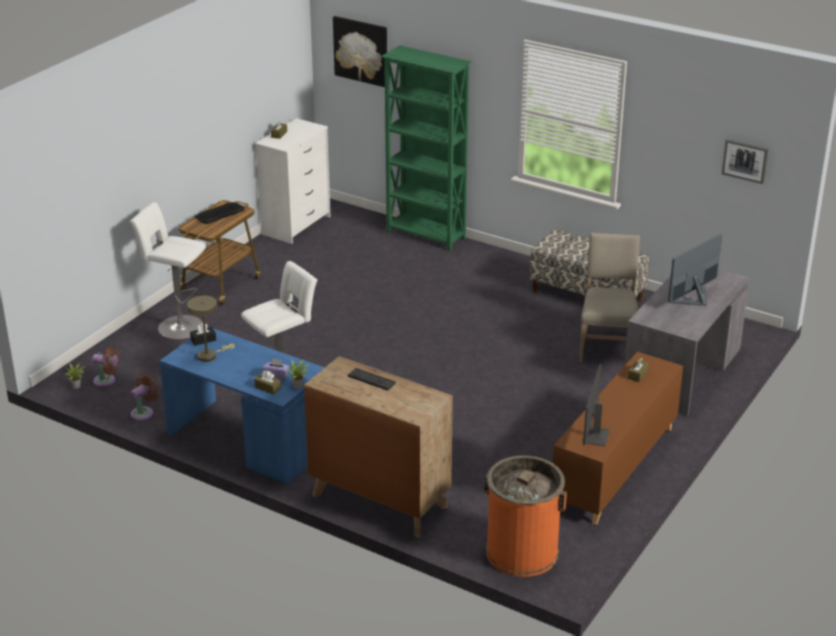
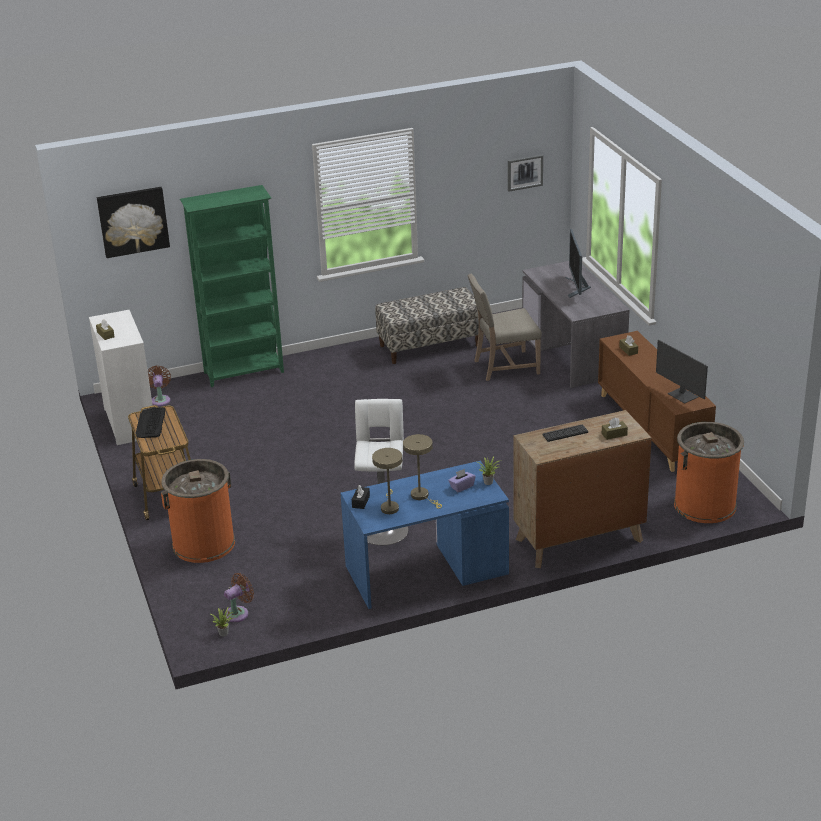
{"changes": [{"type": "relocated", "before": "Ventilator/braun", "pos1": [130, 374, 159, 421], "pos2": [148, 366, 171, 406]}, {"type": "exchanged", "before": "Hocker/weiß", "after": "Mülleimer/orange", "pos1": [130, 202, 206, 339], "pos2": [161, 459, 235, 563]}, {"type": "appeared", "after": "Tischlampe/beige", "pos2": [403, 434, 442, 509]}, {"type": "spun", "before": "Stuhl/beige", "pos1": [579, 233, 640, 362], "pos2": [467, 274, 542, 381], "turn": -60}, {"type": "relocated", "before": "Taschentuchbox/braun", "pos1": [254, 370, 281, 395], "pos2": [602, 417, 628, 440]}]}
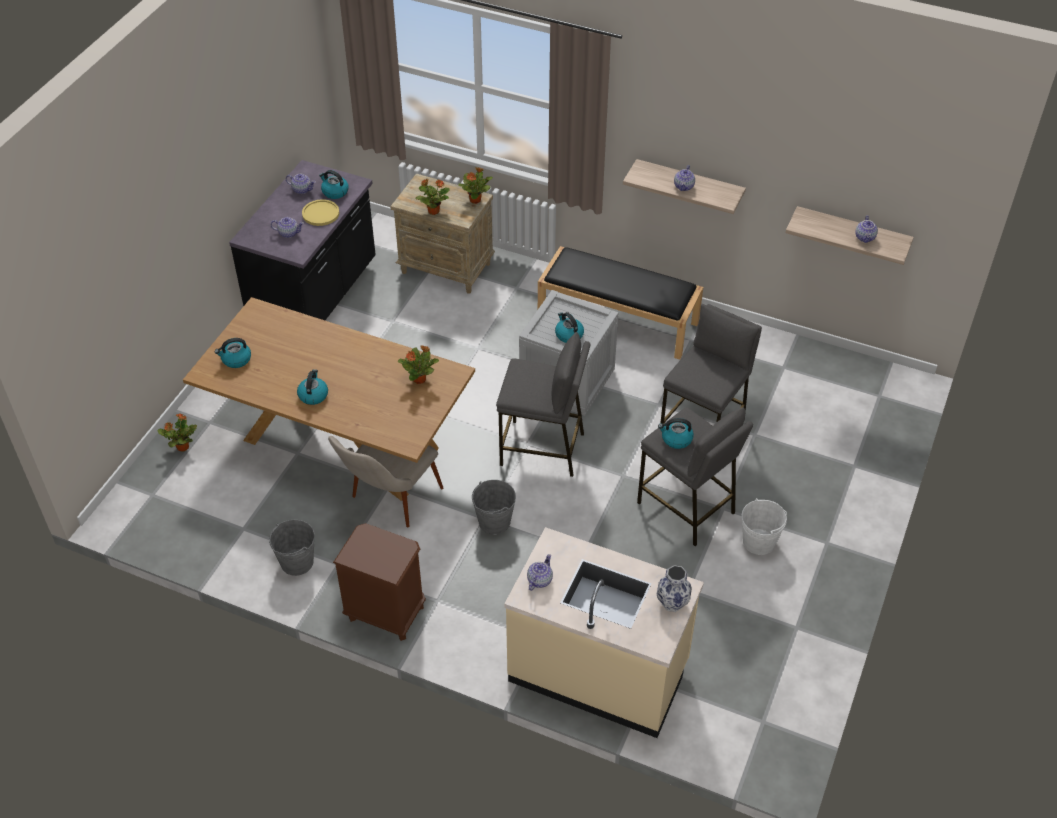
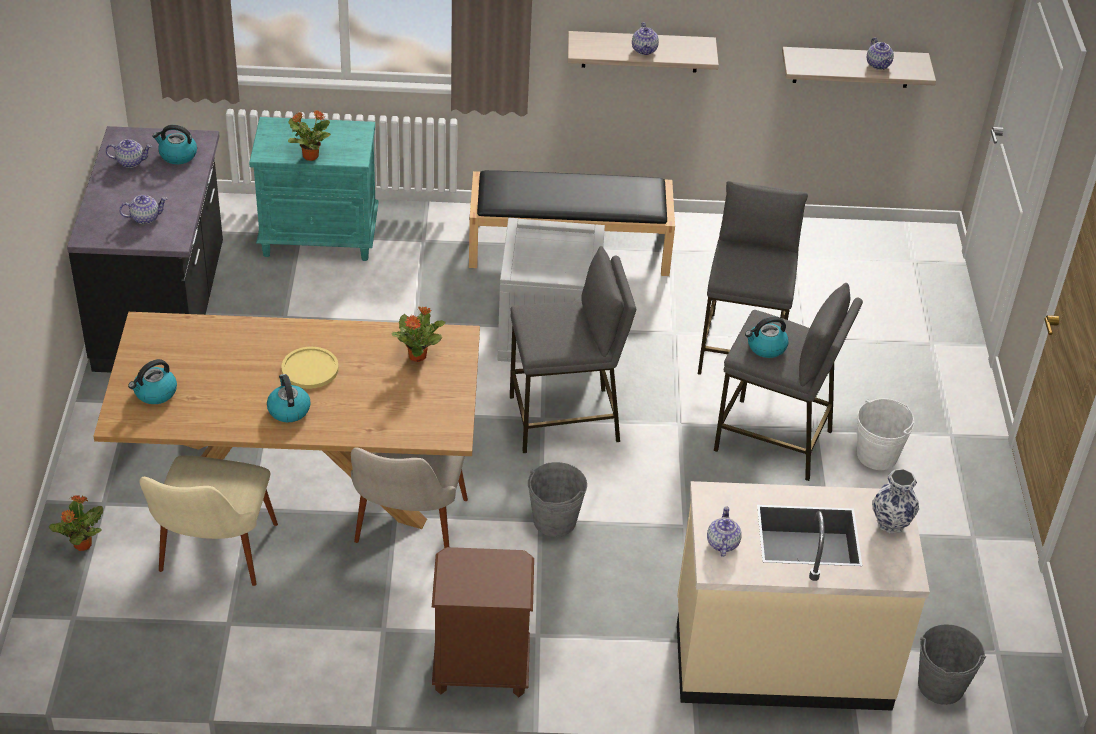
{"changes": [{"type": "appeared", "after": "Stuhl/beige", "pos2": [139, 456, 278, 586]}, {"type": "colour", "before": "Nachttisch/beige", "after": "Nachttisch/türkis", "pos1": [390, 174, 495, 293], "pos2": [249, 117, 379, 261]}, {"type": "relocated", "before": "Teller/gelb", "pos1": [302, 199, 340, 226], "pos2": [281, 347, 339, 389]}, {"type": "relocated", "before": "Eimer/grau", "pos1": [269, 520, 315, 576], "pos2": [918, 624, 986, 705]}, {"type": "missing", "before": "Topfpflanze", "pos1": [458, 167, 493, 204]}, {"type": "missing", "before": "Wasserkessel", "pos1": [555, 312, 584, 343]}]}
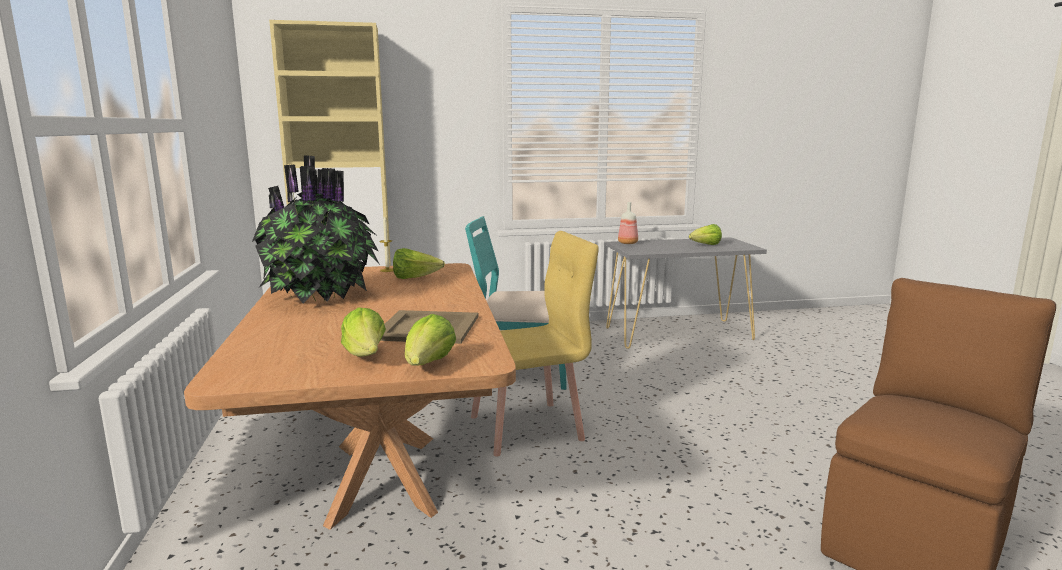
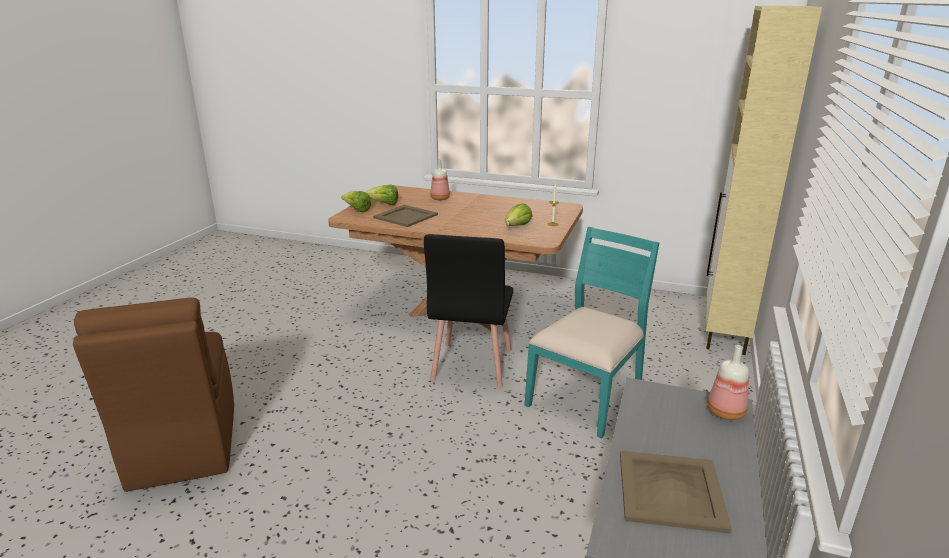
{"changes": [{"type": "colour", "before": "Stuhl/gelb", "after": "Stuhl/schwarz", "pos1": [471, 231, 599, 457], "pos2": [424, 234, 513, 388]}, {"type": "appeared", "after": "Flasche", "pos2": [430, 159, 450, 200]}, {"type": "exchanged", "before": "Salatkopf", "after": "Tablett/beige", "pos1": [689, 224, 722, 245], "pos2": [620, 451, 732, 534]}, {"type": "missing", "before": "Topfpflanze", "pos1": [252, 155, 379, 303]}]}
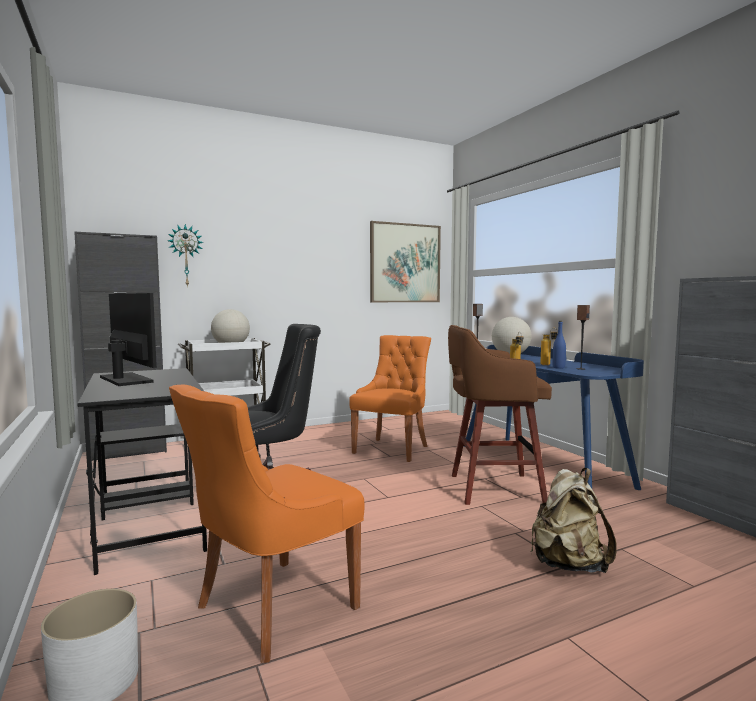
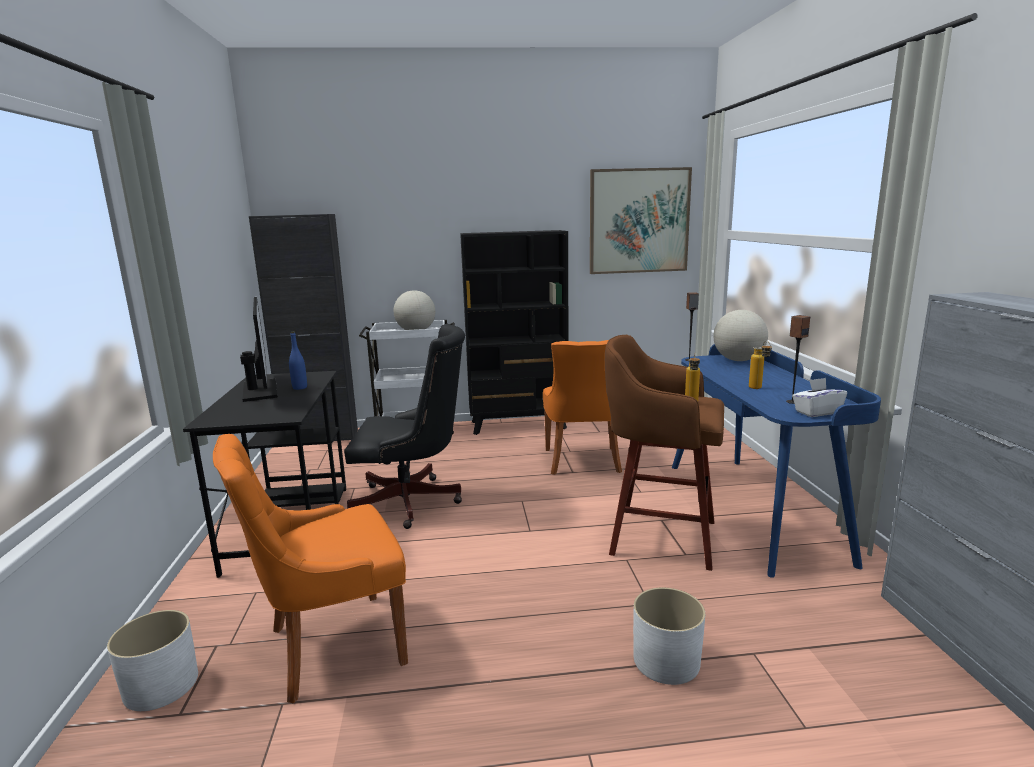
{"changes": [{"type": "relocated", "before": "Flasche/blau", "pos1": [553, 321, 566, 369], "pos2": [289, 331, 307, 390]}, {"type": "appeared", "after": "Bücherregal/schwarz", "pos2": [460, 230, 568, 435]}, {"type": "spun", "before": "Stuhl/orange", "pos1": [349, 335, 431, 462], "pos2": [543, 340, 622, 475], "turn": 135}, {"type": "exchanged", "before": "Rucksack/beige", "after": "Pflanzkübel/weiß", "pos1": [531, 468, 617, 573], "pos2": [633, 588, 705, 685]}, {"type": "appeared", "after": "Taschentuchbox/weiß", "pos2": [792, 378, 847, 417]}, {"type": "missing", "before": "Wanduhr", "pos1": [168, 224, 204, 287]}]}
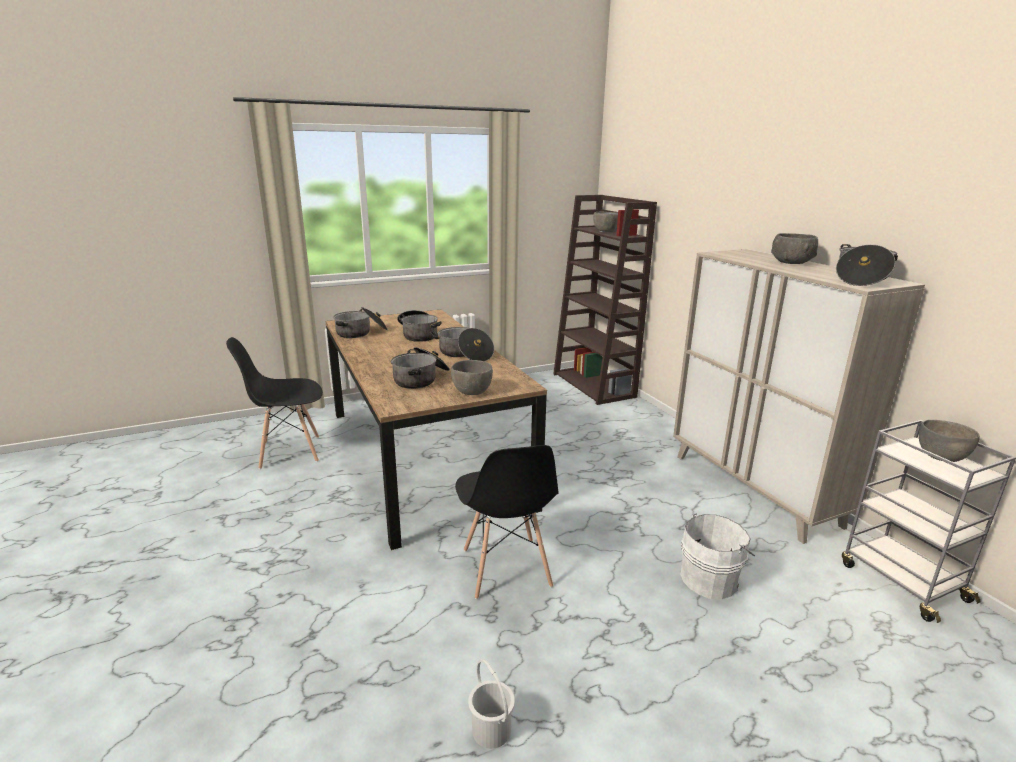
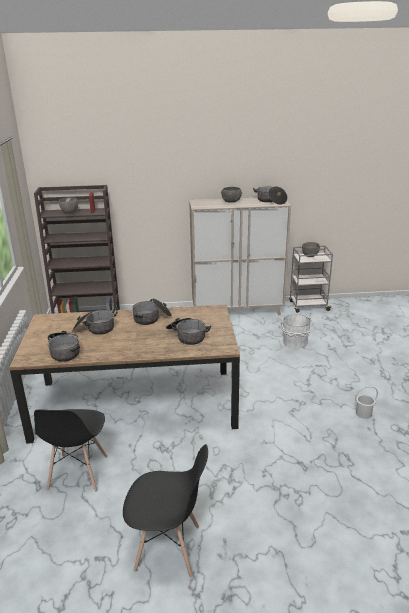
{"changes": [{"type": "relocated", "before": "Stuhl/schwarz", "pos1": [455, 445, 559, 599], "pos2": [123, 444, 208, 578]}, {"type": "missing", "before": "Schüssel/grau", "pos1": [451, 360, 493, 395]}]}
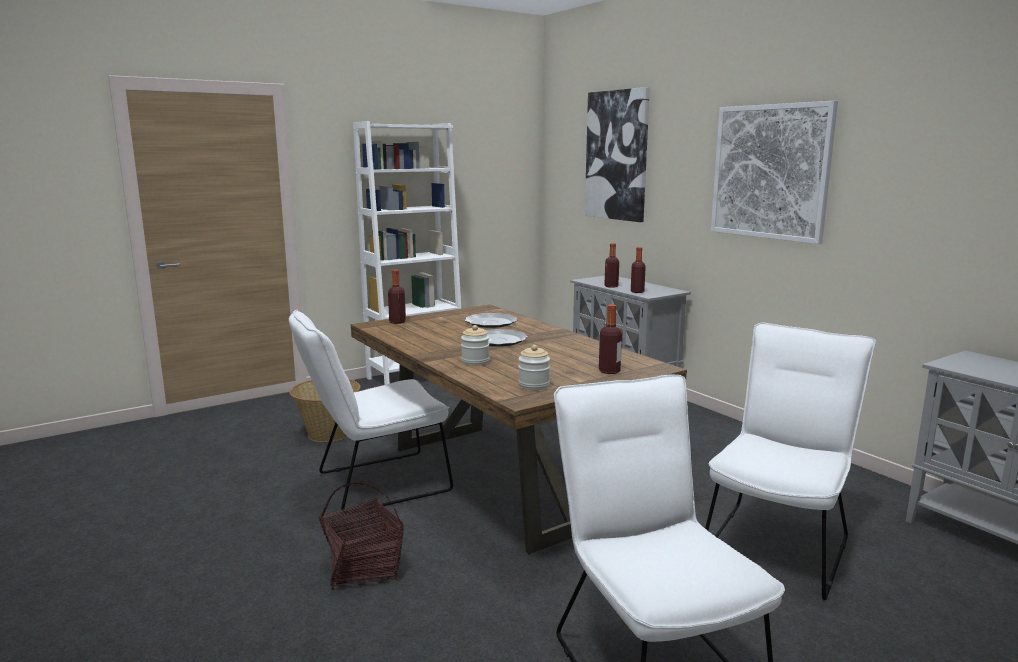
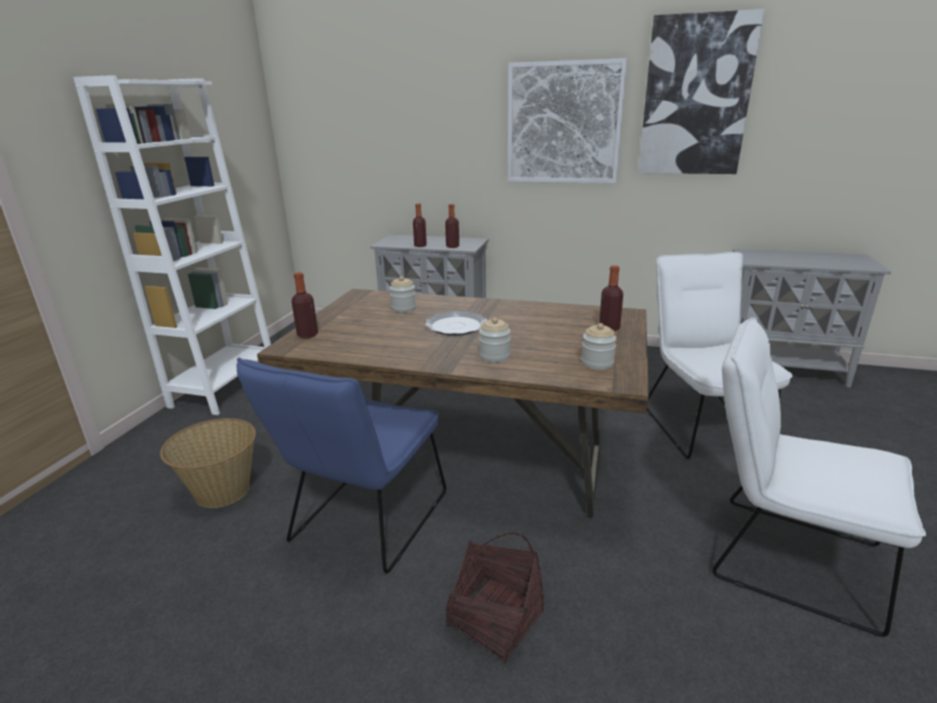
{"changes": [{"type": "colour", "before": "Stuhl/weiß", "after": "Stuhl/blau", "pos1": [289, 310, 453, 514], "pos2": [236, 358, 446, 574]}, {"type": "exchanged", "before": "Teller", "after": "Vorratsglas", "pos1": [465, 313, 517, 328], "pos2": [390, 276, 416, 313]}, {"type": "relocated", "before": "Bild", "pos1": [585, 87, 650, 222], "pos2": [638, 9, 765, 174]}]}
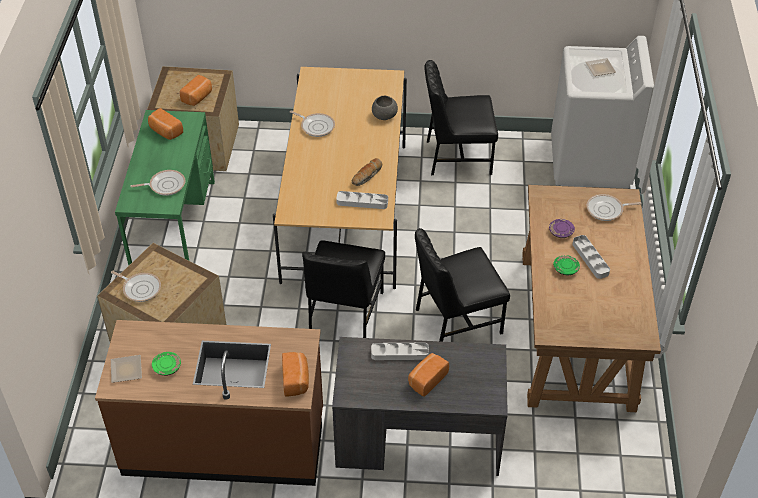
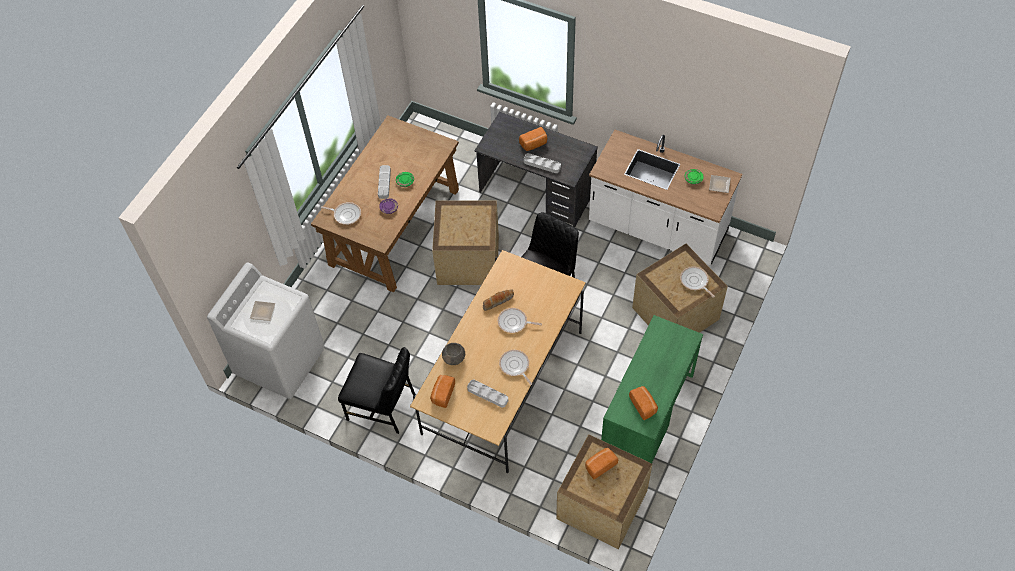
{"changes": [{"type": "relocated", "before": "Brot", "pos1": [282, 352, 309, 396], "pos2": [430, 375, 455, 408]}, {"type": "exchanged", "before": "Stuhl/schwarz", "after": "Kiste", "pos1": [415, 228, 510, 342], "pos2": [432, 200, 499, 285]}, {"type": "relocated", "before": "Tablett/grau", "pos1": [336, 191, 388, 209], "pos2": [467, 379, 508, 408]}, {"type": "relocated", "before": "Pfanne", "pos1": [130, 170, 185, 196], "pos2": [498, 308, 542, 333]}, {"type": "colour", "before": "Küchenzeile/braun", "after": "Küchenzeile/weiß", "pos1": [95, 320, 323, 486], "pos2": [589, 130, 742, 265]}]}
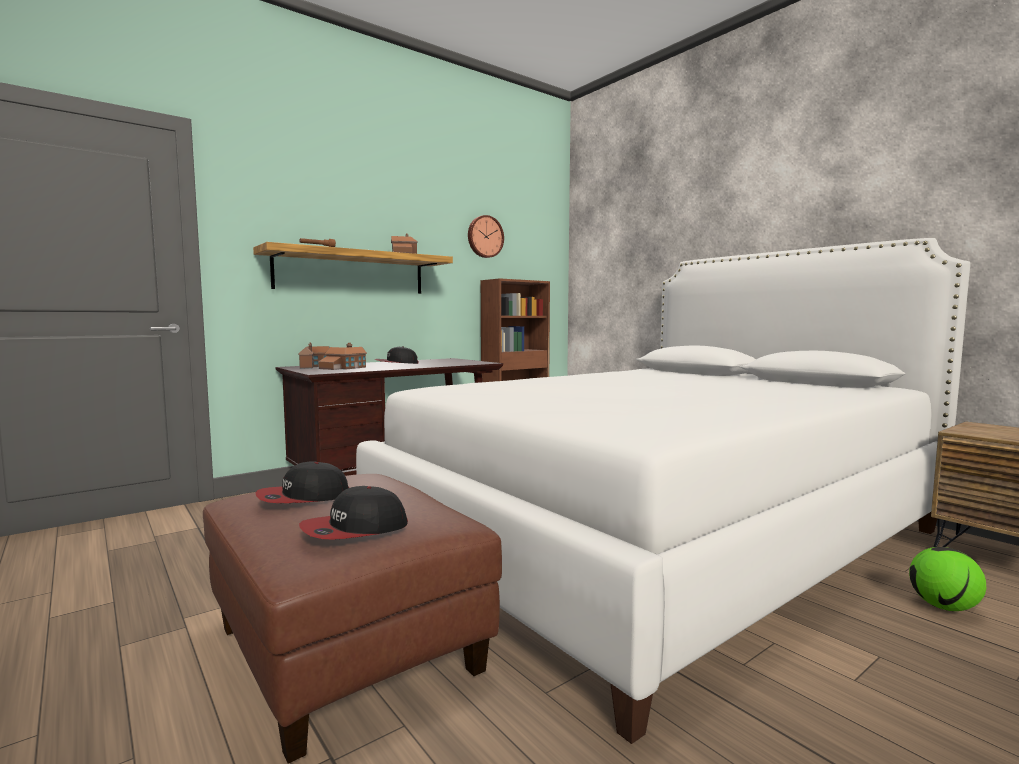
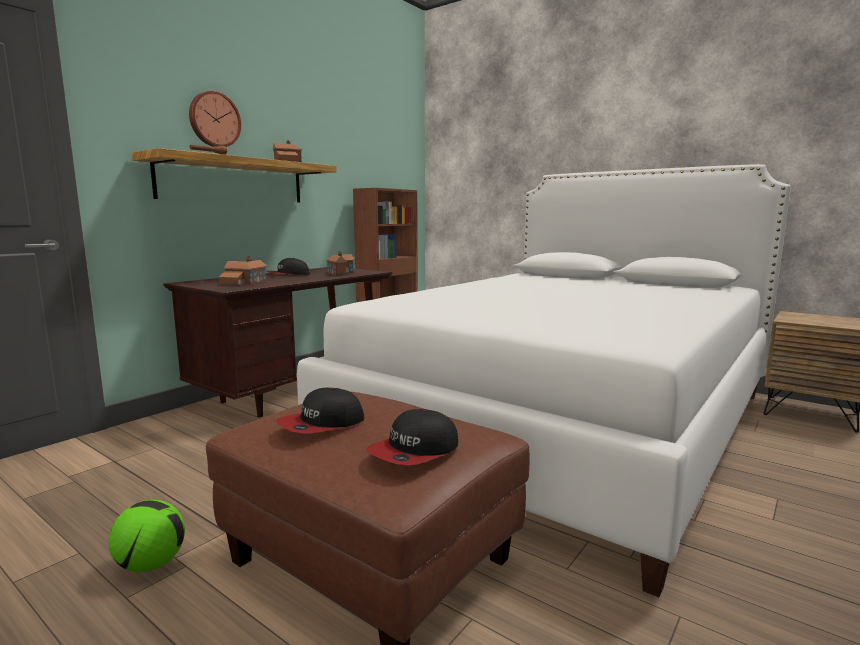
{"changes": [{"type": "relocated", "before": "Fußball", "pos1": [909, 547, 986, 611], "pos2": [108, 500, 185, 572]}, {"type": "relocated", "before": "Wanduhr", "pos1": [468, 215, 504, 258], "pos2": [189, 91, 241, 147]}, {"type": "relocated", "before": "Spielzeughaus", "pos1": [298, 342, 329, 369], "pos2": [326, 251, 354, 275]}]}
